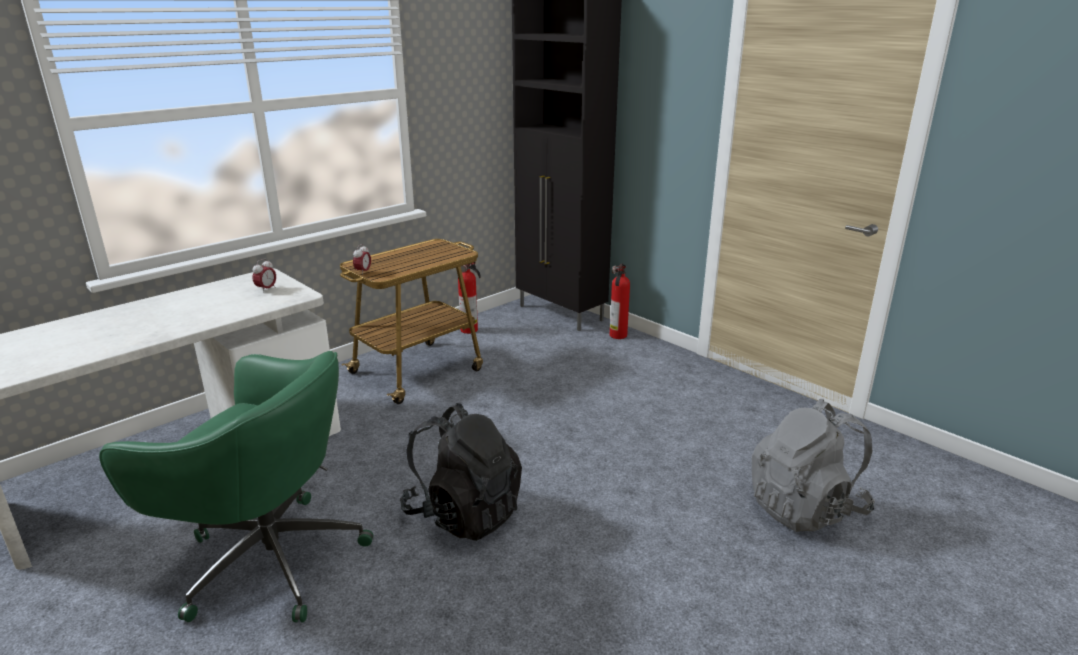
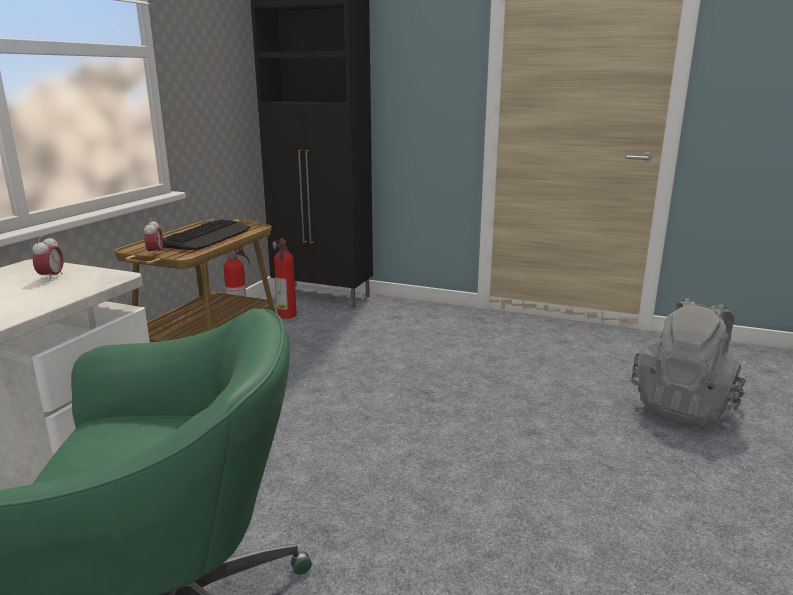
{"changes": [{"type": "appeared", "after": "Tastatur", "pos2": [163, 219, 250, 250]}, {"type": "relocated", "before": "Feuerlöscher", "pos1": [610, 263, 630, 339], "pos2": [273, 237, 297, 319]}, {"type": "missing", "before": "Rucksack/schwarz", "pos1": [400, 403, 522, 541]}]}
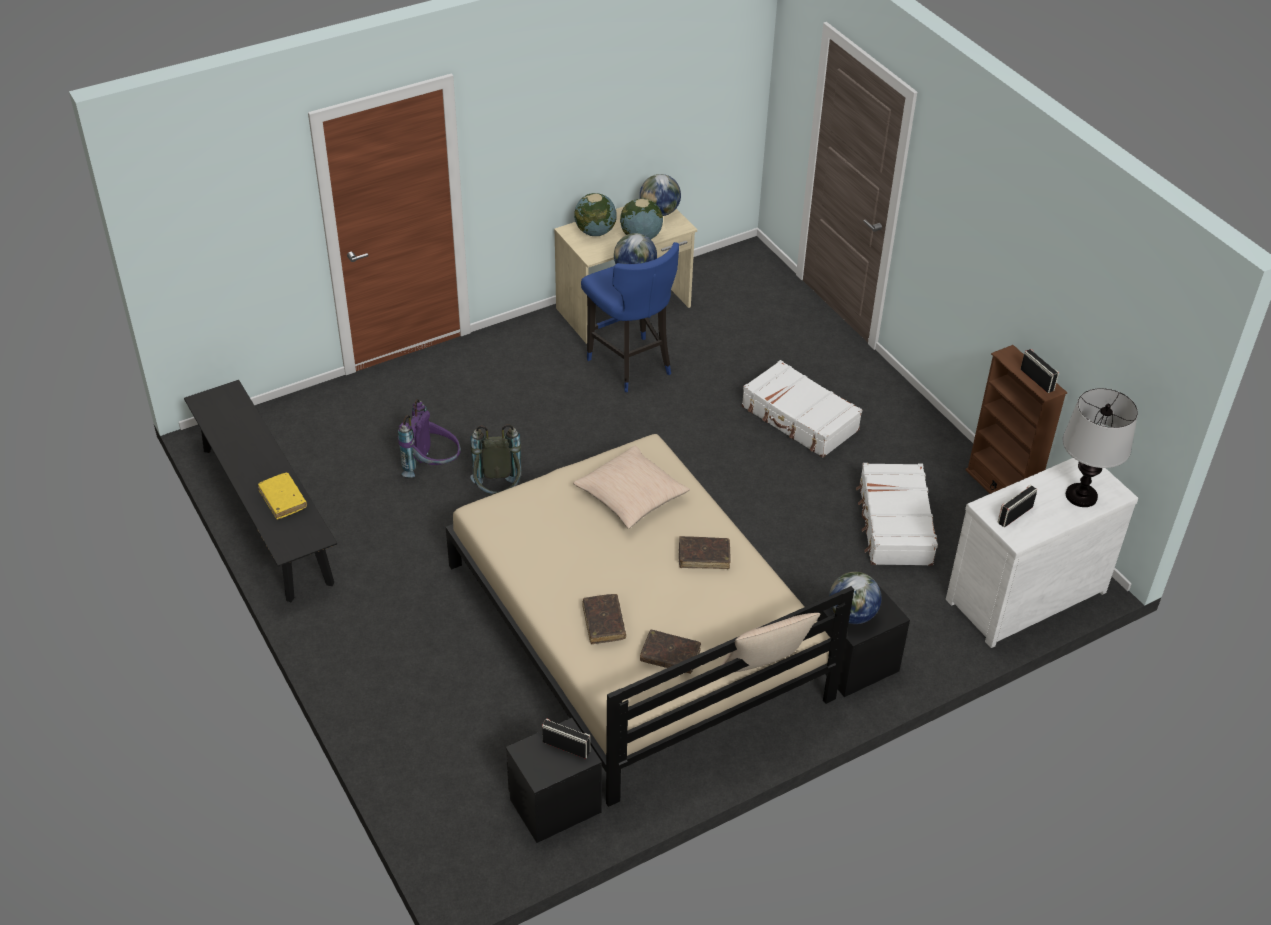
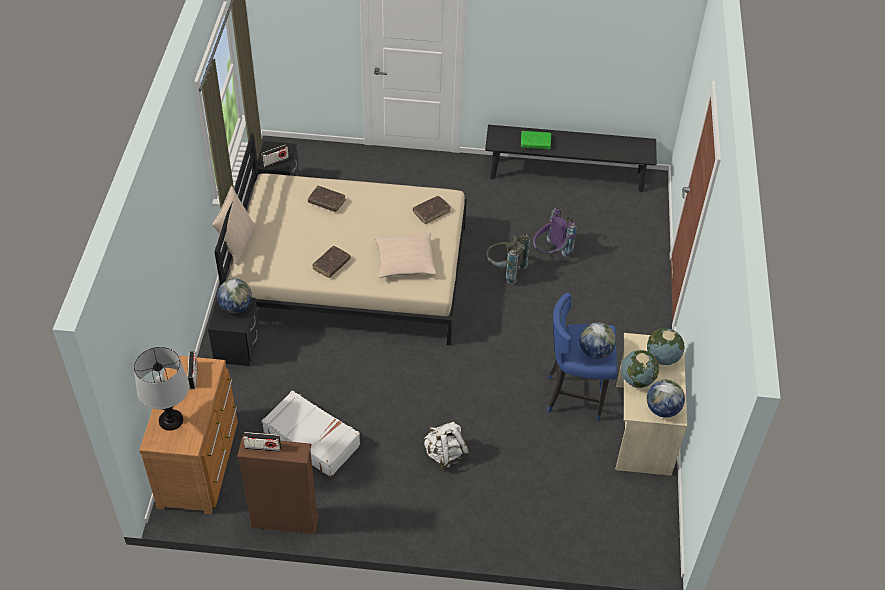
{"changes": [{"type": "colour", "before": "Kommode/weiß", "after": "Kommode/braun", "pos1": [946, 458, 1138, 648], "pos2": [139, 356, 238, 514]}, {"type": "relocated", "before": "Buch/braun", "pos1": [640, 630, 701, 674], "pos2": [413, 196, 451, 224]}, {"type": "exchanged", "before": "Koffer/weiß", "after": "Rucksack/weiß", "pos1": [742, 360, 862, 458], "pos2": [424, 422, 470, 469]}, {"type": "colour", "before": "Buch/gelb", "after": "Buch/grün", "pos1": [258, 472, 307, 519], "pos2": [521, 131, 551, 149]}]}
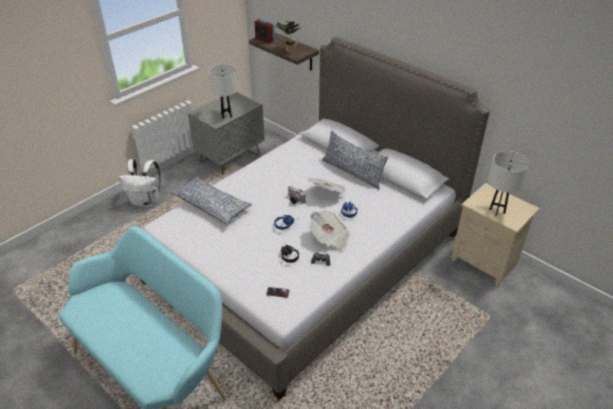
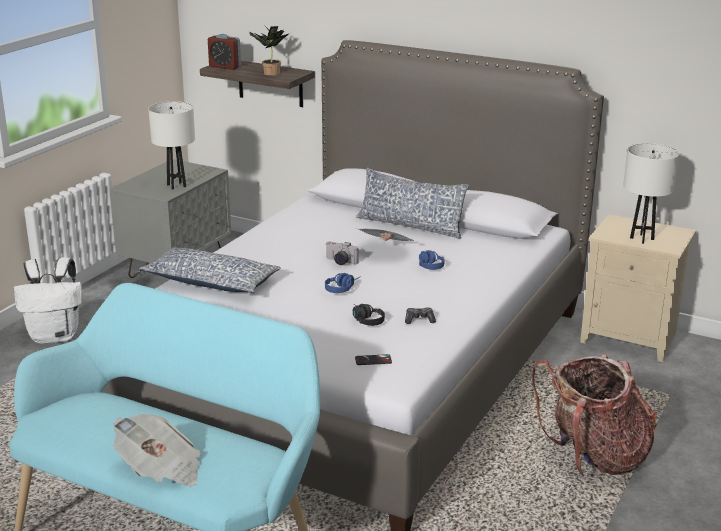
{"changes": [{"type": "relocated", "before": "Zeitung", "pos1": [309, 210, 350, 250], "pos2": [113, 414, 201, 487]}, {"type": "appeared", "after": "Rucksack", "pos2": [532, 354, 657, 476]}]}
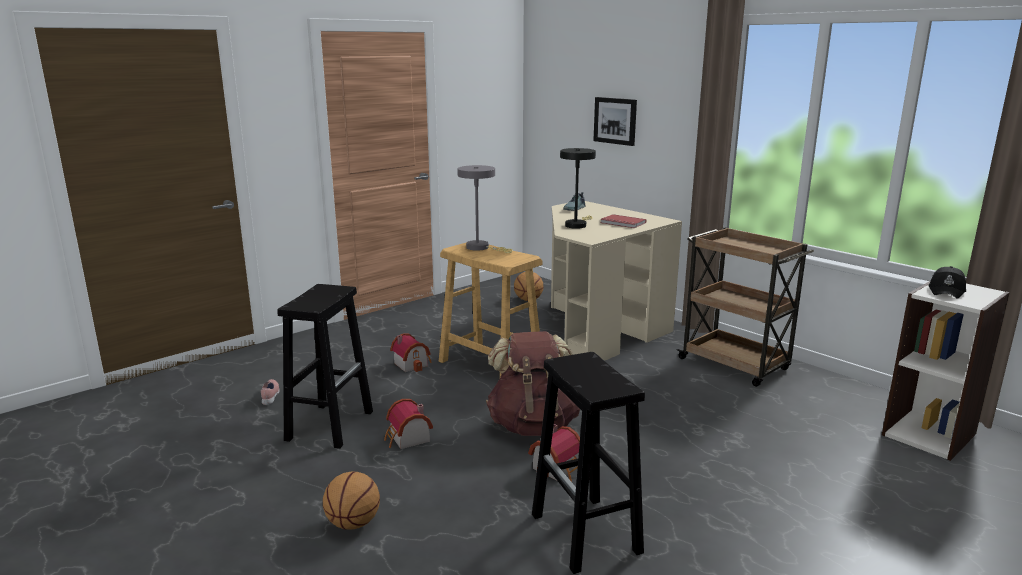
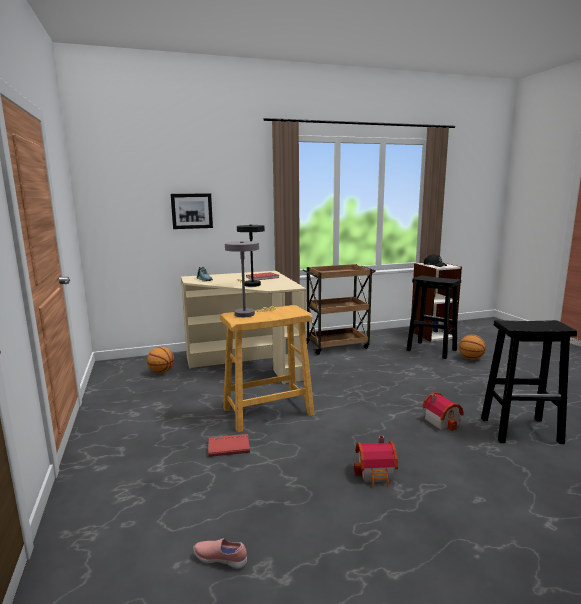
{"changes": [{"type": "exchanged", "before": "Spielzeughaus", "after": "Buch/rot", "pos1": [390, 333, 432, 372], "pos2": [208, 434, 250, 457]}, {"type": "relocated", "before": "Hocker/schwarz", "pos1": [277, 284, 373, 449], "pos2": [407, 275, 461, 359]}, {"type": "relocated", "before": "Basketball", "pos1": [323, 471, 380, 530], "pos2": [459, 335, 486, 360]}, {"type": "missing", "before": "Rucksack/braun", "pos1": [486, 331, 580, 436]}]}
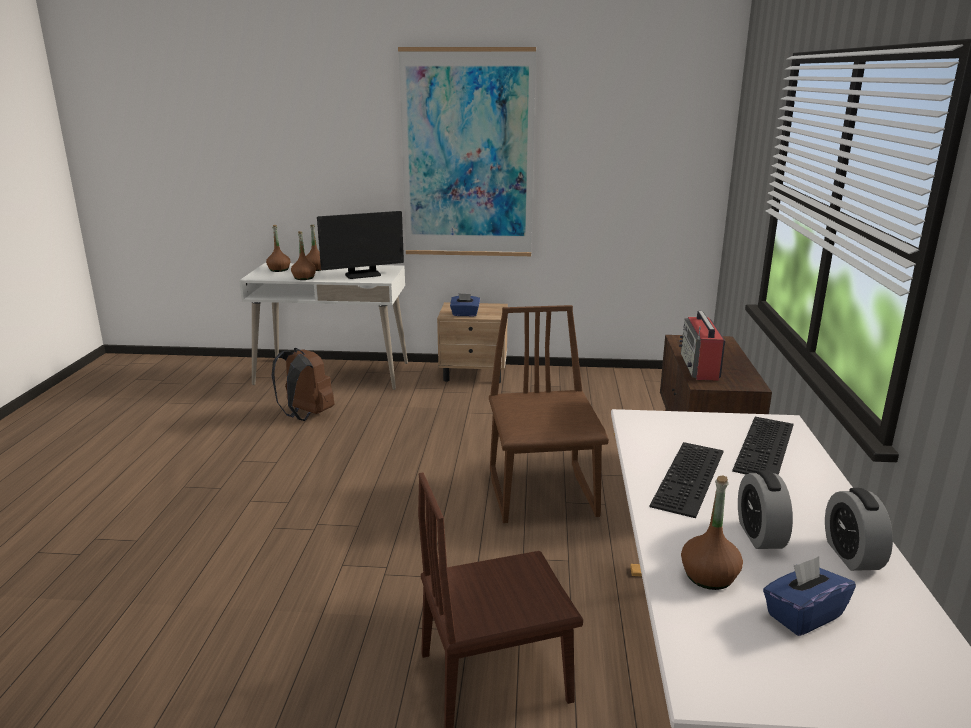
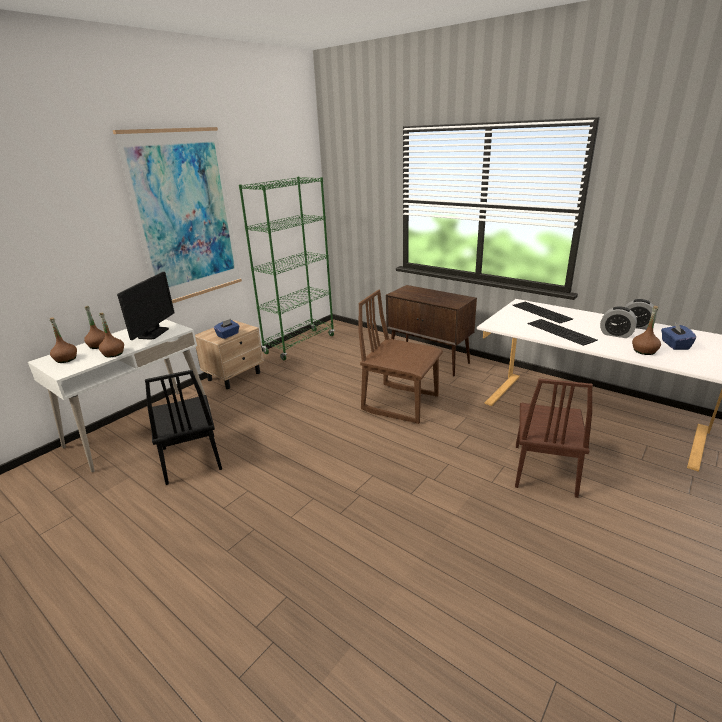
{"changes": [{"type": "exchanged", "before": "Rucksack/braun", "after": "Stuhl/schwarz", "pos1": [271, 348, 335, 421], "pos2": [145, 370, 222, 485]}, {"type": "appeared", "after": "Bücherregal/grün", "pos2": [239, 177, 334, 360]}, {"type": "missing", "before": "Radio", "pos1": [679, 311, 725, 381]}]}
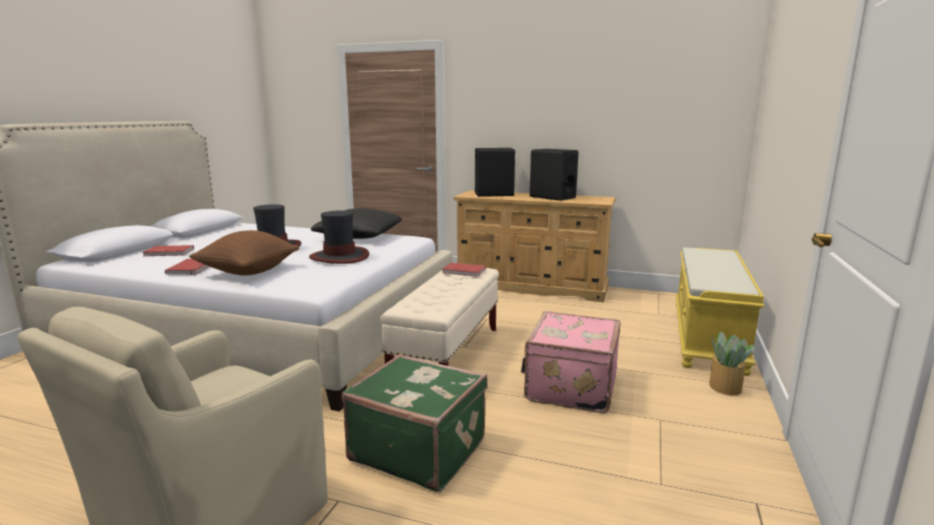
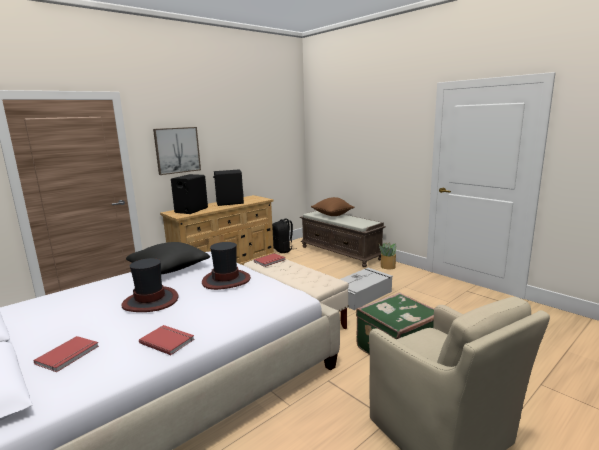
{"changes": [{"type": "appeared", "after": "Bild", "pos2": [153, 127, 201, 175]}, {"type": "appeared", "after": "Rucksack/schwarz", "pos2": [272, 218, 293, 253]}, {"type": "colour", "before": "Bank/gelb", "after": "Bank/braun", "pos1": [675, 248, 764, 376], "pos2": [300, 210, 386, 267]}, {"type": "relocated", "before": "Kissen/braun", "pos1": [189, 230, 299, 276], "pos2": [311, 197, 355, 216]}, {"type": "exchanged", "before": "Koffer/rosa", "after": "Aufbewahrungsbox/grau", "pos1": [521, 311, 621, 413], "pos2": [340, 268, 393, 310]}]}
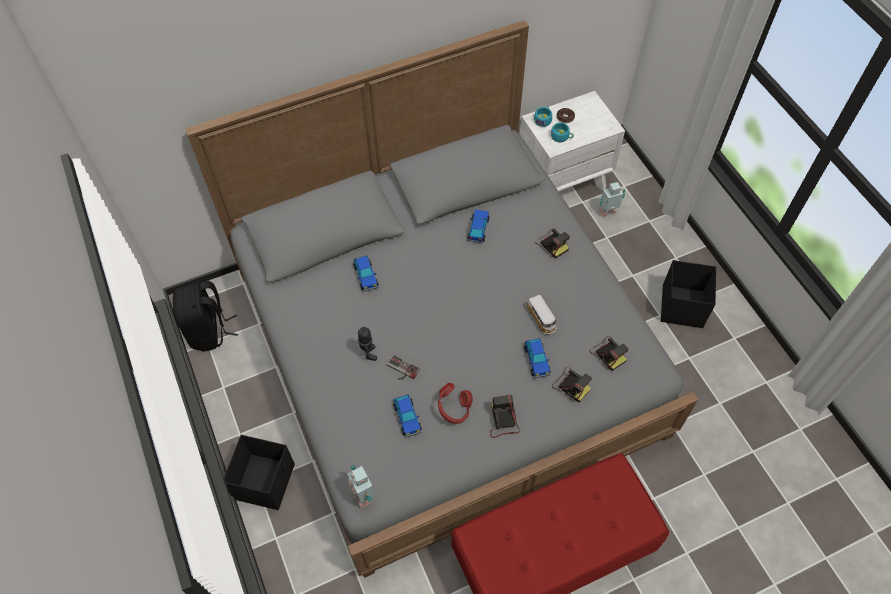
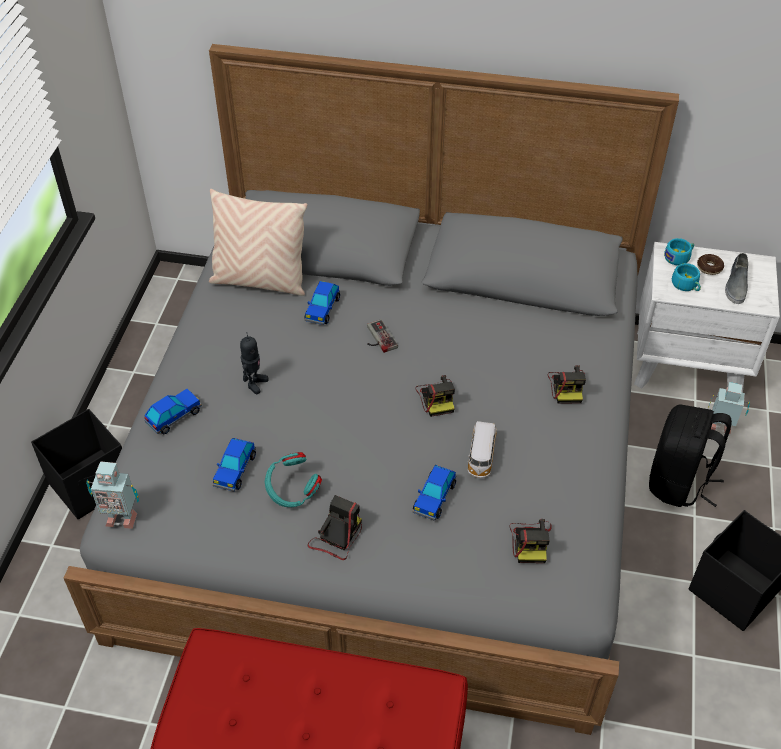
{"changes": [{"type": "spun", "before": "Spielzeugroboter", "pos1": [347, 465, 375, 508], "pos2": [86, 461, 139, 529], "turn": -90}, {"type": "relocated", "before": "Spielzeugauto", "pos1": [468, 209, 490, 243], "pos2": [145, 389, 202, 435]}, {"type": "appeared", "after": "Kissen/beige", "pos2": [209, 189, 308, 296]}, {"type": "colour", "before": "Kopfhörer/rot", "after": "Kopfhörer/türkis", "pos1": [438, 383, 473, 424], "pos2": [265, 452, 322, 507]}, {"type": "relocated", "before": "Gamepad", "pos1": [387, 354, 420, 379], "pos2": [367, 319, 398, 353]}, {"type": "relocated", "before": "Kamera", "pos1": [552, 367, 592, 402], "pos2": [415, 375, 455, 417]}, {"type": "relocated", "before": "Rucksack/schwarz", "pos1": [173, 281, 238, 352], "pos2": [649, 405, 732, 507]}, {"type": "appeared", "after": "Schuh/grau", "pos2": [725, 253, 748, 304]}]}
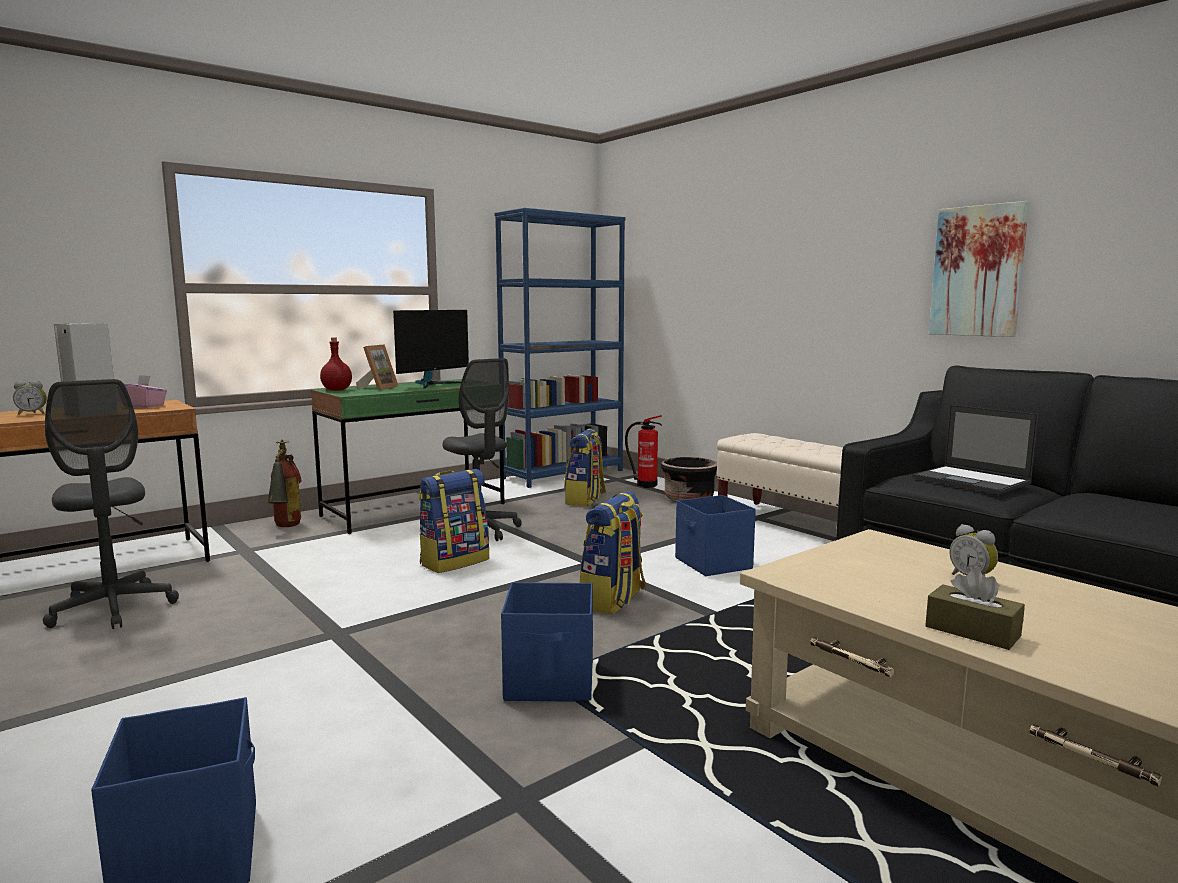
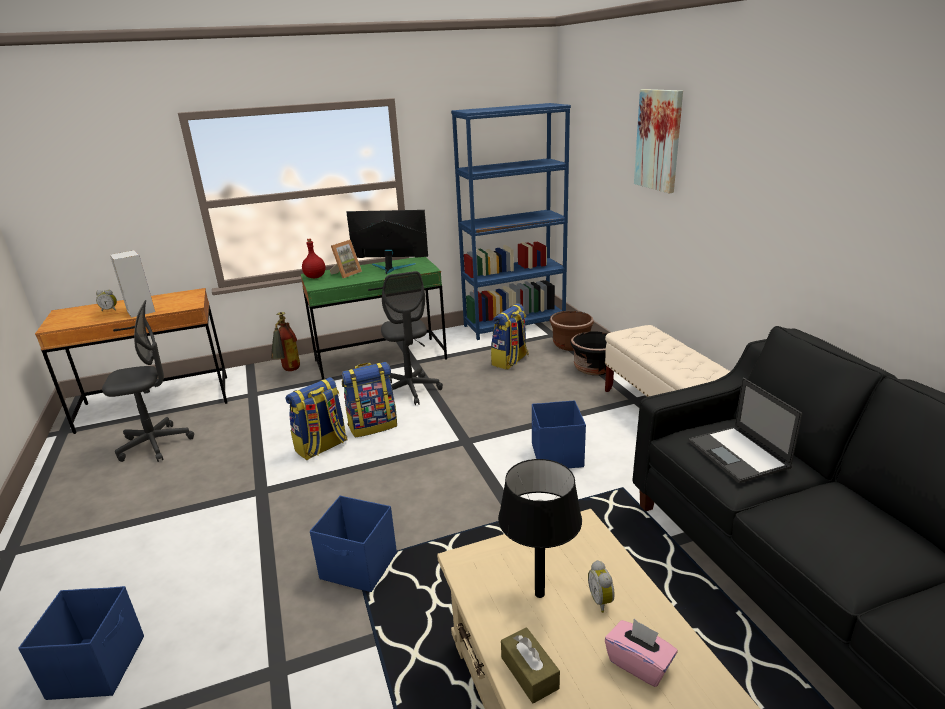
{"changes": [{"type": "spun", "before": "Bürostuhl/grau", "pos1": [43, 379, 179, 629], "pos2": [102, 300, 194, 462], "turn": -90}, {"type": "relocated", "before": "Rucksack", "pos1": [580, 491, 647, 614], "pos2": [286, 377, 347, 460]}, {"type": "spun", "before": "Monitor", "pos1": [393, 310, 469, 388], "pos2": [346, 210, 428, 274], "turn": -135}, {"type": "appeared", "after": "Tischlampe/schwarz", "pos2": [498, 459, 582, 598]}, {"type": "exchanged", "before": "Feuerlöscher", "after": "Pflanzkübel/braun", "pos1": [625, 415, 662, 488], "pos2": [549, 311, 594, 351]}, {"type": "relocated", "before": "Taschentuchbox/rosa", "pos1": [124, 375, 167, 408], "pos2": [605, 619, 678, 687]}, {"type": "relocated", "before": "Bild", "pos1": [929, 201, 1029, 337], "pos2": [634, 89, 683, 193]}]}
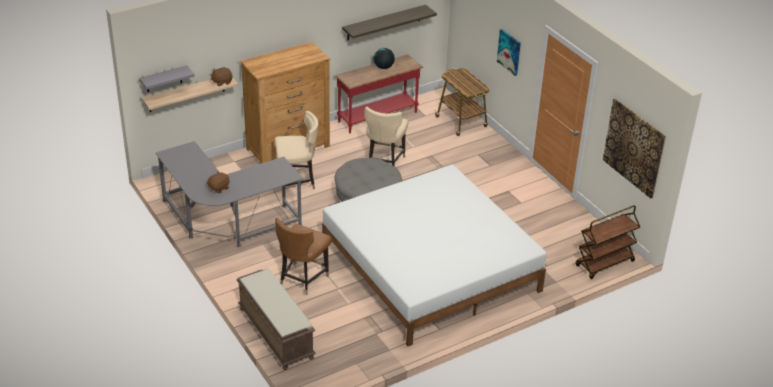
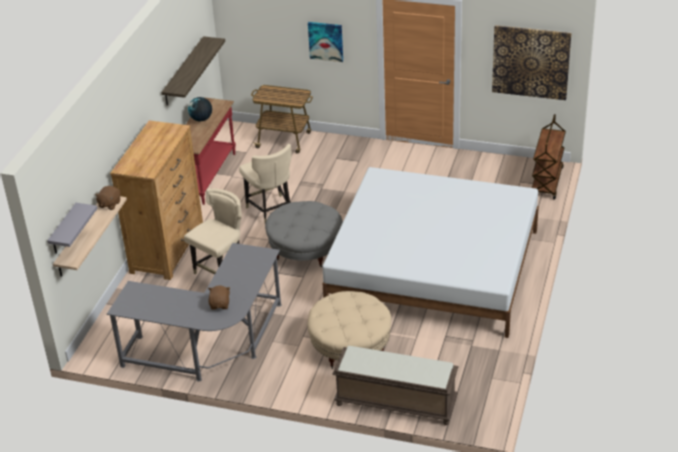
{"changes": [{"type": "exchanged", "before": "Stuhl/braun", "after": "Polsterhocker/beige", "pos1": [275, 218, 332, 295], "pos2": [307, 291, 391, 369]}]}
